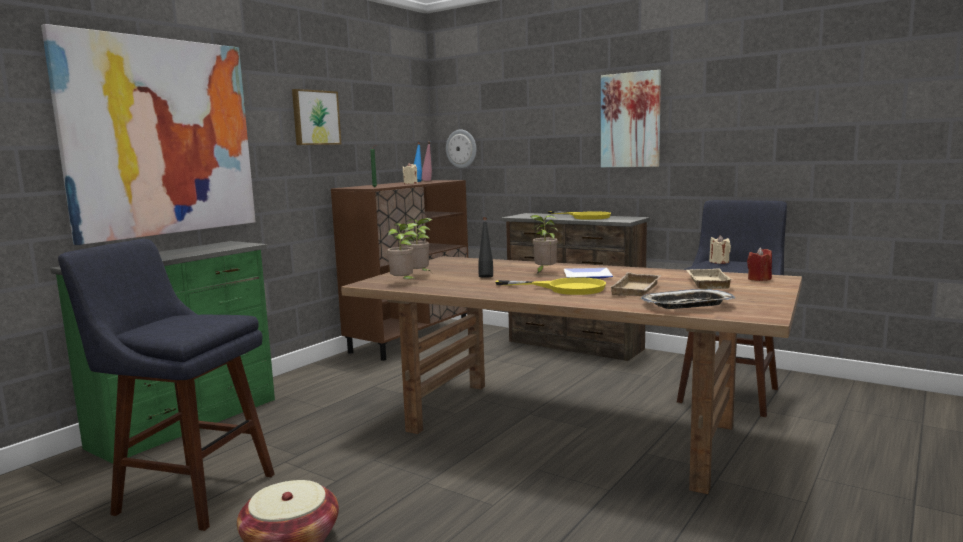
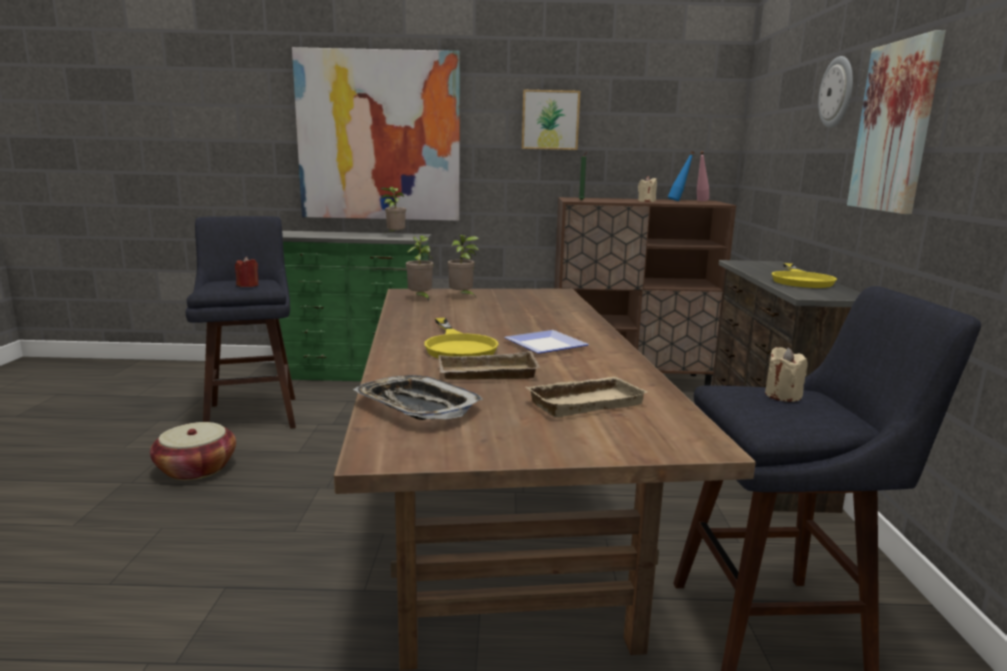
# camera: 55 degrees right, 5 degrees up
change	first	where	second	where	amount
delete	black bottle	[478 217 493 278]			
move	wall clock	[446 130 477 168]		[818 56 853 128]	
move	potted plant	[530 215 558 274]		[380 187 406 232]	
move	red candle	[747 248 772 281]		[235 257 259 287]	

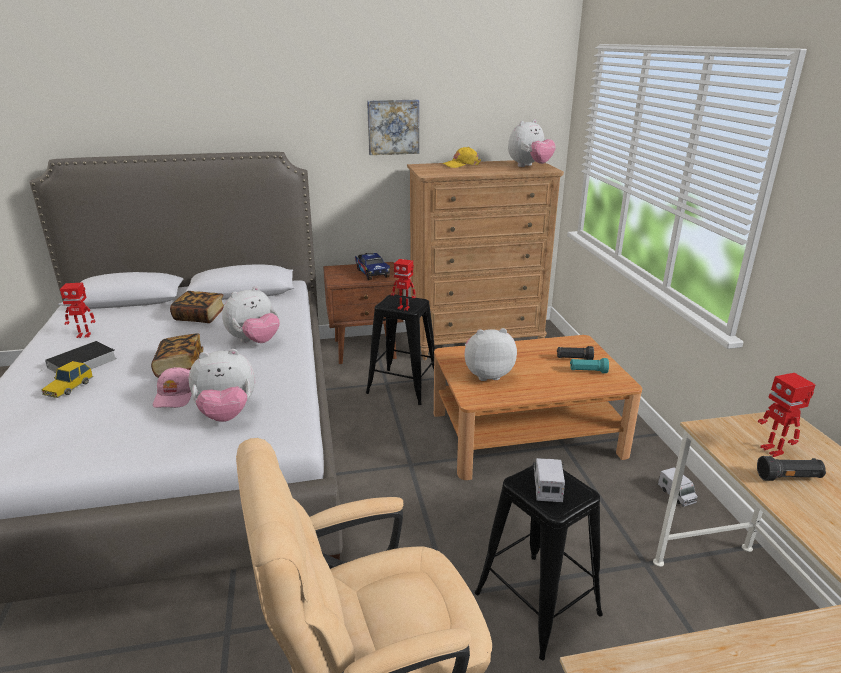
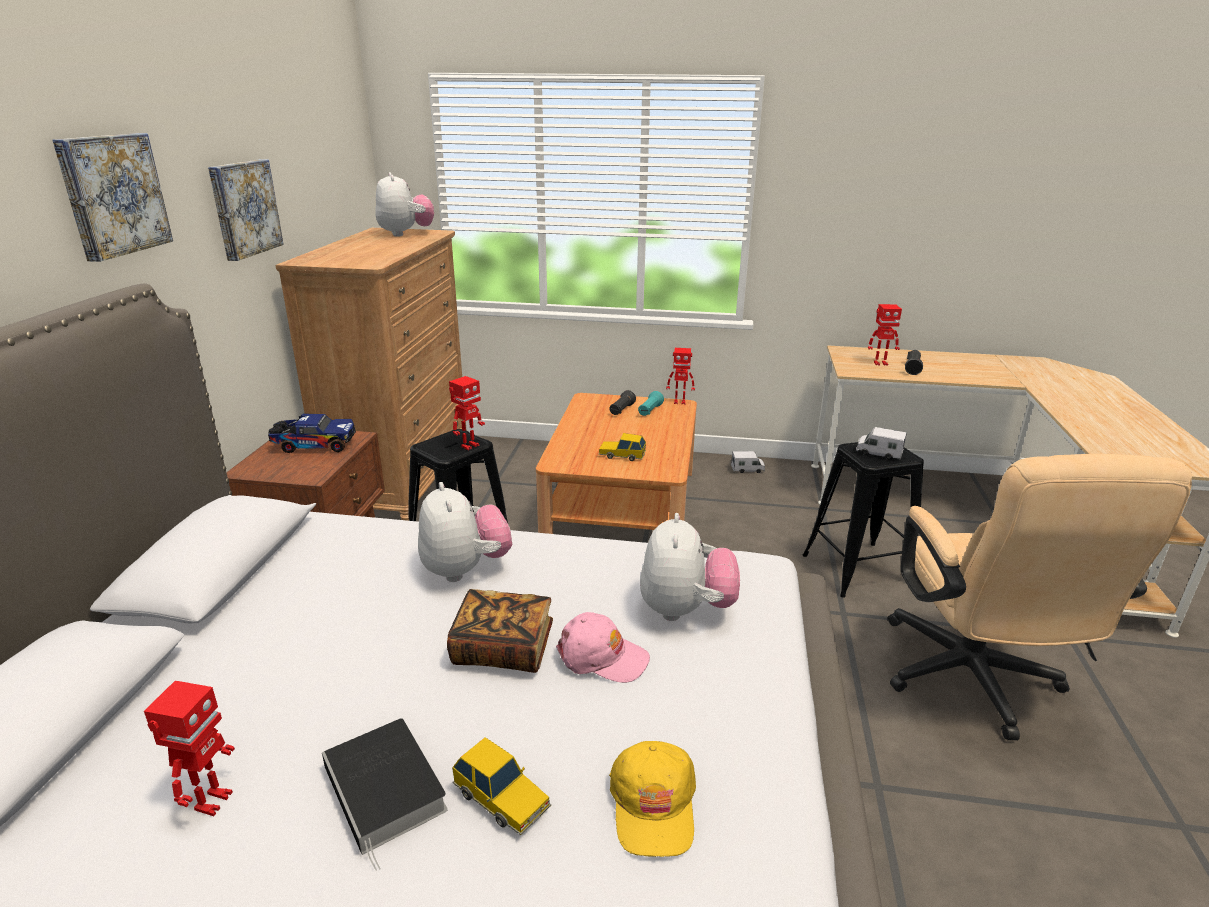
# camera: 70 degrees left, 0 degrees up
change	first	where	second	where	amount
delete	book	[170 291 224 323]			
insert			picture	[52 133 173 262]	
insert			toy robot	[666 348 695 405]	
move	yellow cap	[442 147 481 168]		[609 741 696 857]	
replace	plush toy	[464 328 517 381]	toy car	[599 433 646 461]	

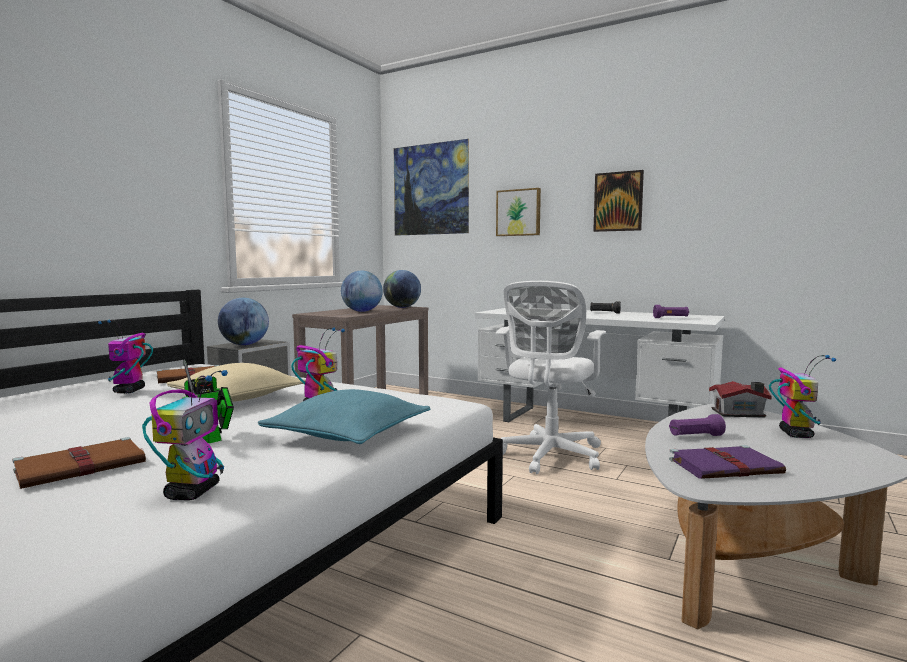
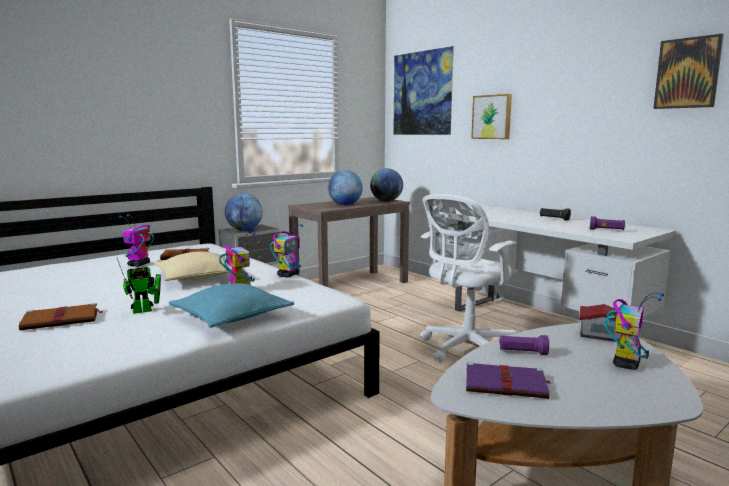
# camera: 20 degrees right, 5 degrees up
change	first	where	second	where	amount
move	toy robot	[142 370 228 500]		[270 224 303 278]	
move	picture	[593 170 644 232]		[653 34 724 109]	

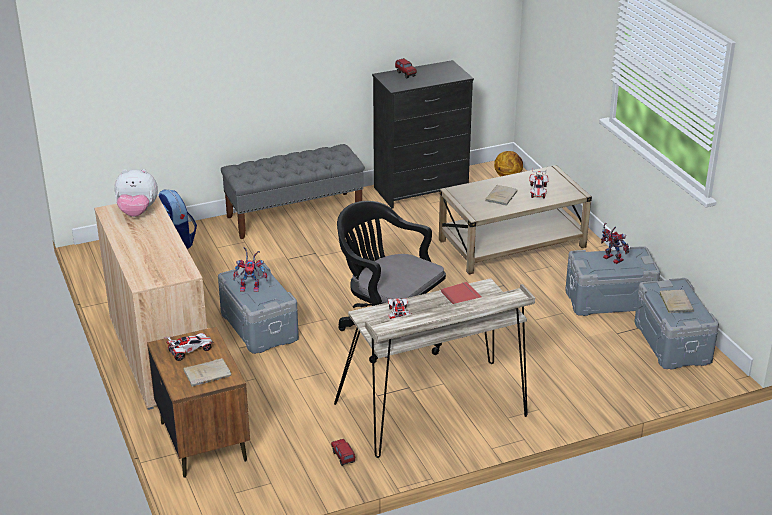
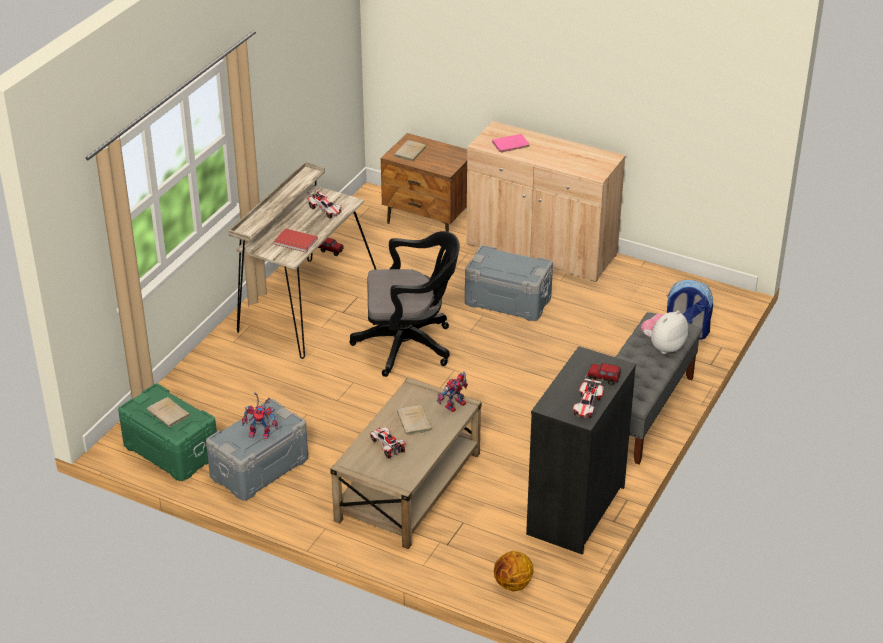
# camera: 140 degrees right, 5 degrees up
change	first	where	second	where	amount
insert			pink book	[492 134 530 153]	
move	plush toy	[115 169 158 217]		[641 310 688 354]	
move	toy car	[163 333 214 361]		[573 374 604 418]	
move	toy robot	[233 247 268 292]		[437 371 468 412]	
recolor	grey storage box	[634 278 719 370]	green storage box	[118 384 217 481]	

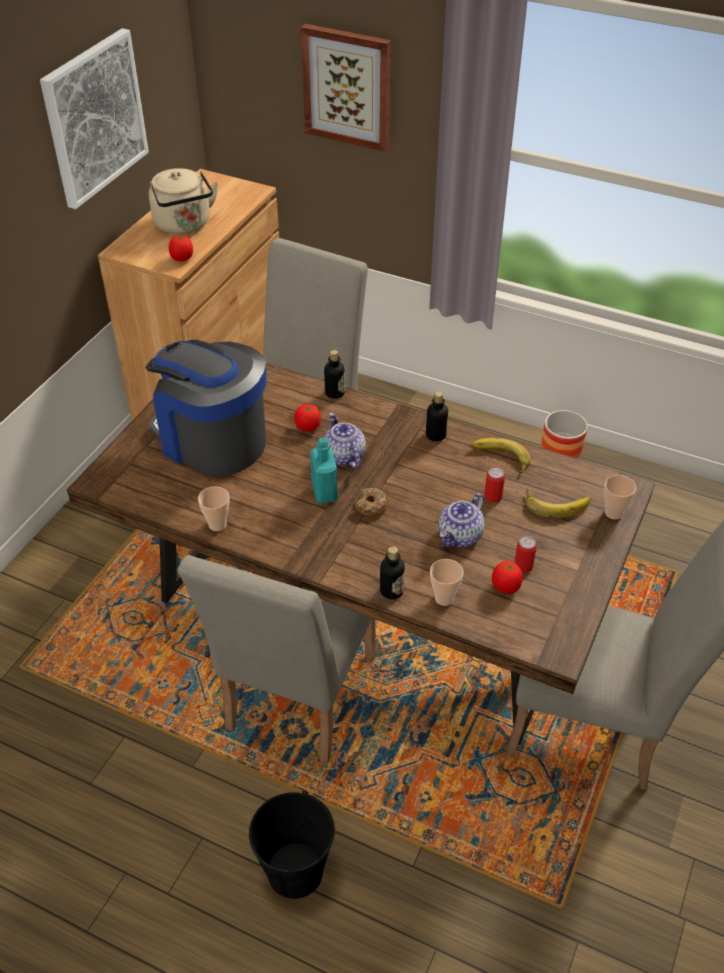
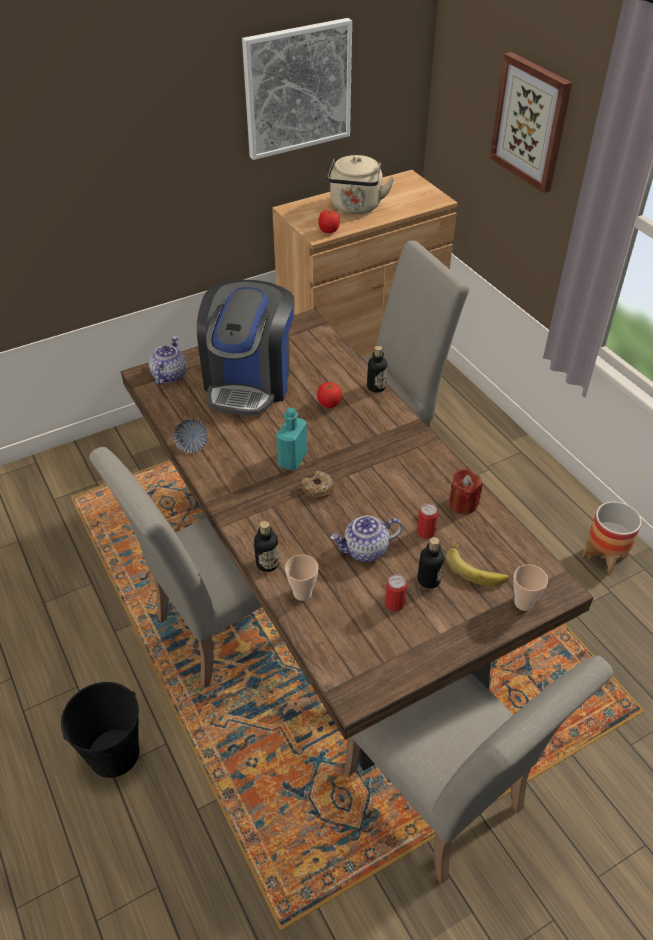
# camera: 35 degrees right, 0 degrees up
change	first	where	second	where	amount
delete	tomato	[492 561 523 594]			
move	teapot	[325 412 366 469]		[149 336 186 385]	
move	bottle	[426 391 448 441]		[418 537 444 589]	
replace	cup	[198 486 230 531]	bowl	[173 419 208 453]	
replace	banana	[471 438 531 474]	red candle	[449 468 482 514]	
rotate	coffee machine	[145 340 267 477]		[197 280 294 416]	150 degrees counterclockwise

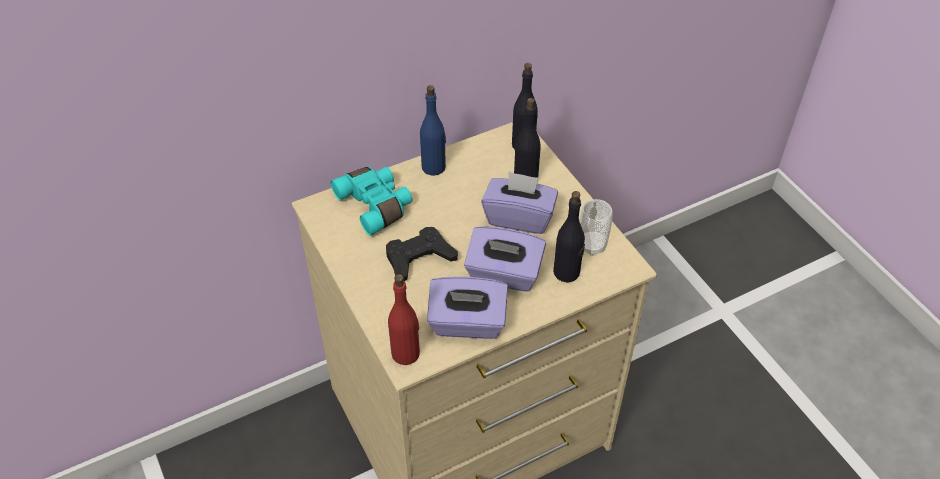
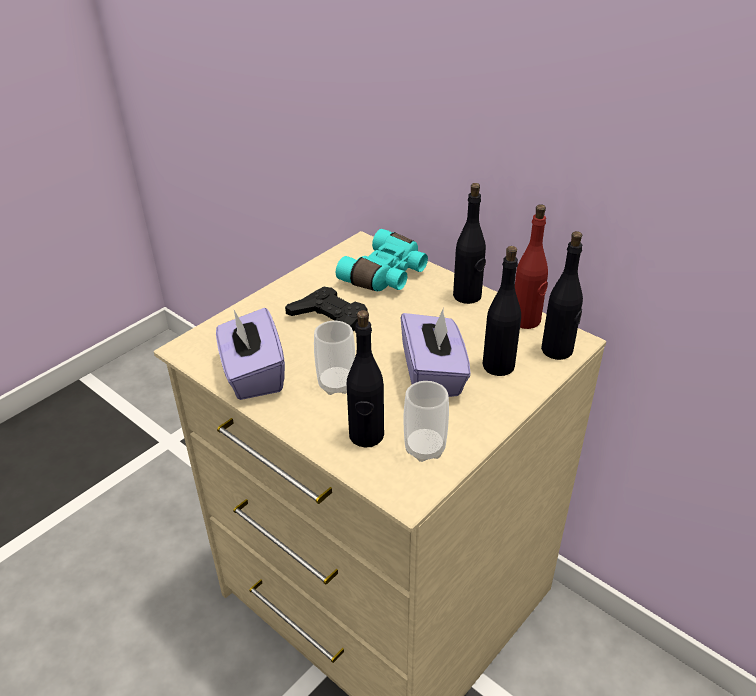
# camera: 70 degrees right, 10 degrees down
change	first	where	second	where	amount
move	red bottle	[388 274 420 365]		[515 204 548 329]	
replace	purple tissue box	[464 227 546 292]	cup	[314 321 355 395]	
recolor	blue bottle	[420 85 446 176]	black bottle	[453 183 486 304]	

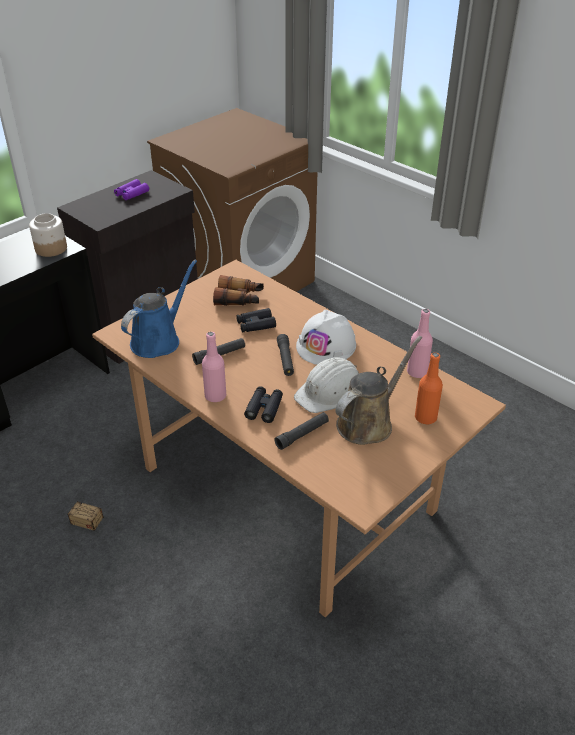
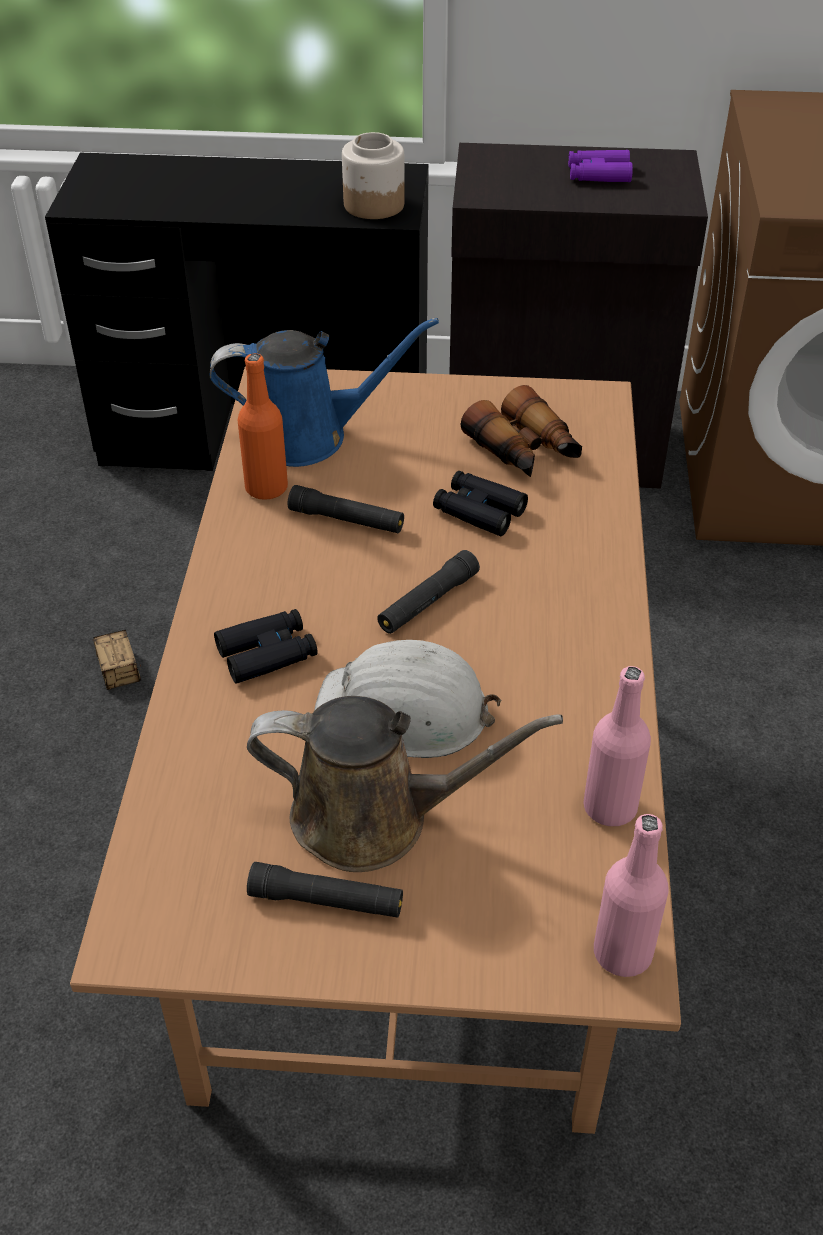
# camera: 50 degrees right, 5 degrees up
change	first	where	second	where	amount
delete	white hard hat	[296 310 356 365]			
move	pink bottle	[202 332 226 402]		[594 814 669 977]	
move	black flashlight	[274 412 329 450]		[247 862 403 918]	
move	orange bottle	[415 353 443 424]		[238 353 288 500]	

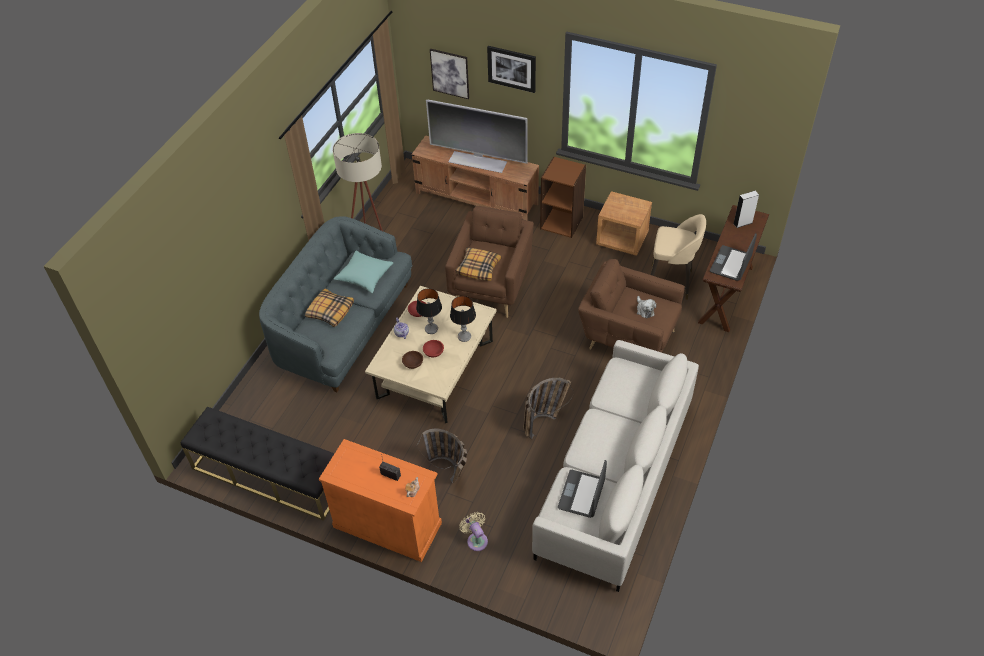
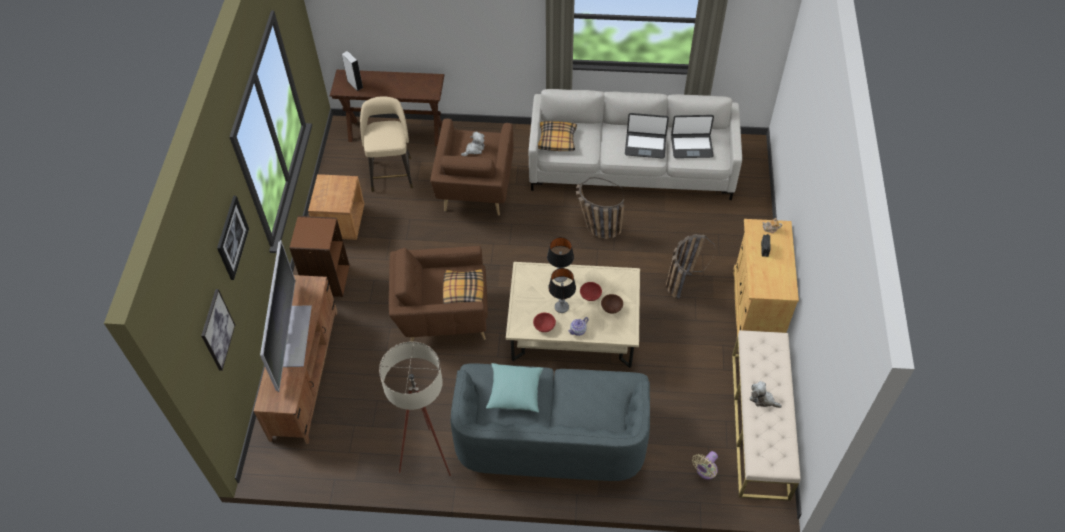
# camera: 110 degrees left, 5 degrees up
change	first	where	second	where	amount
insert			plush toy	[750 381 782 408]	
move	pillow	[305 288 354 327]		[538 121 577 151]	
move	beige fan	[459 512 488 551]		[692 451 718 479]	
move	laptop	[710 233 757 281]		[625 113 669 159]	
recolor	black bench	[180 407 335 521]	beige bench	[732 330 801 501]	
recolor	orange cabinet	[319 439 442 562]	beige cabinet	[733 219 799 336]	

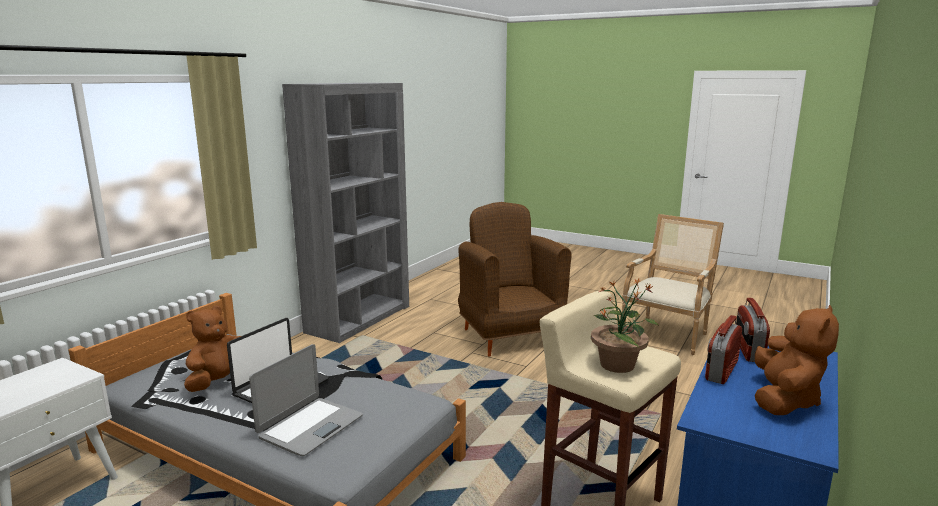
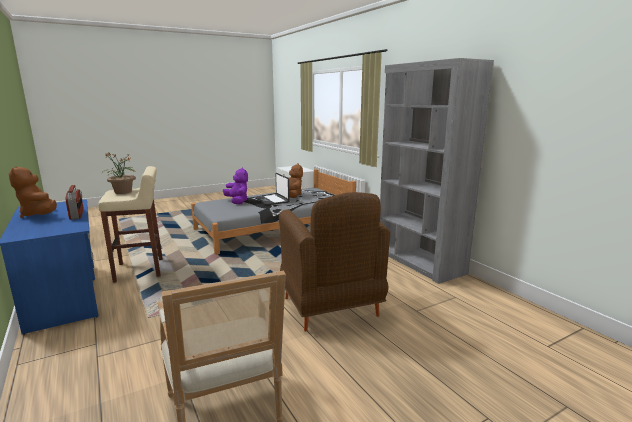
# camera: 120 degrees right, 0 degrees up
change	first	where	second	where	amount
delete	radio	[736 298 770 362]			
replace	laptop	[249 344 363 456]	purple plush toy	[223 167 248 204]	
rotate	brown armchair	[458 202 572 357]		[279 192 390 332]	60 degrees clockwise

